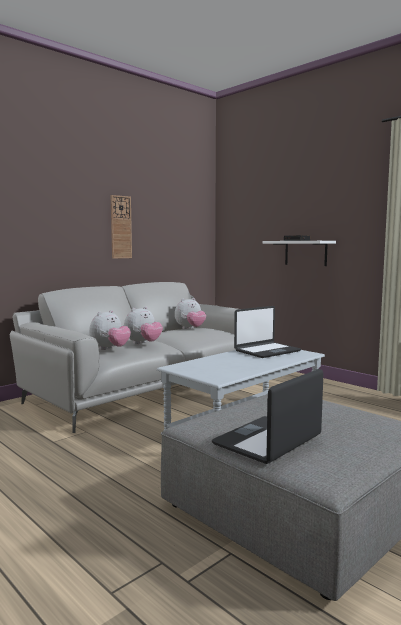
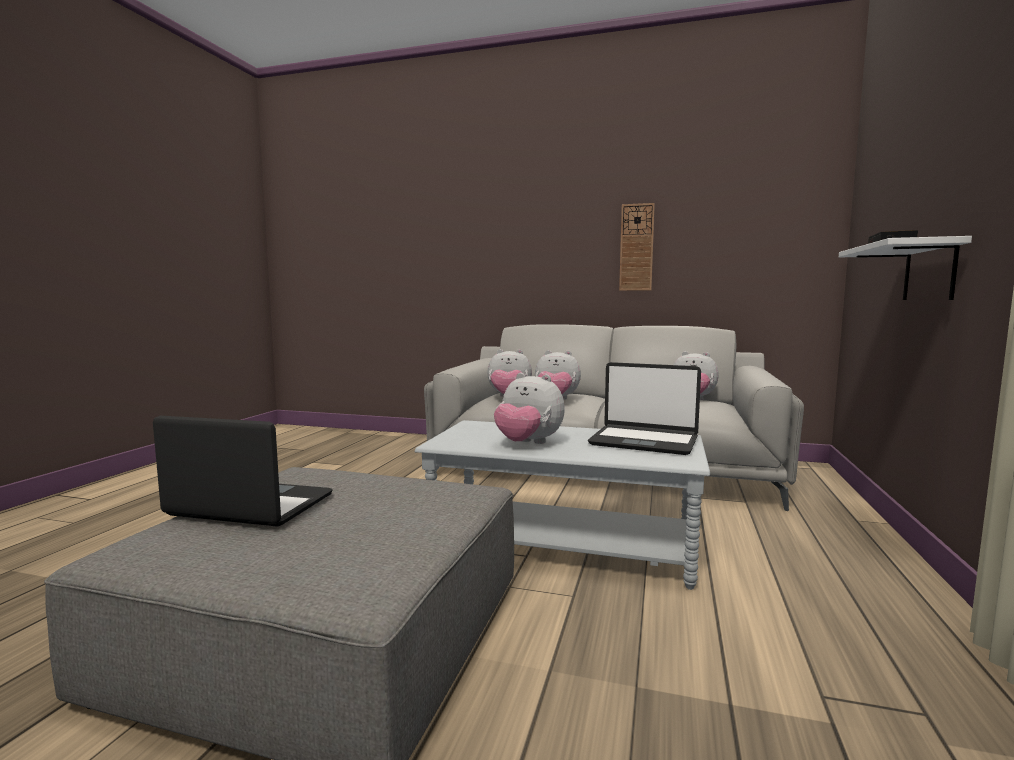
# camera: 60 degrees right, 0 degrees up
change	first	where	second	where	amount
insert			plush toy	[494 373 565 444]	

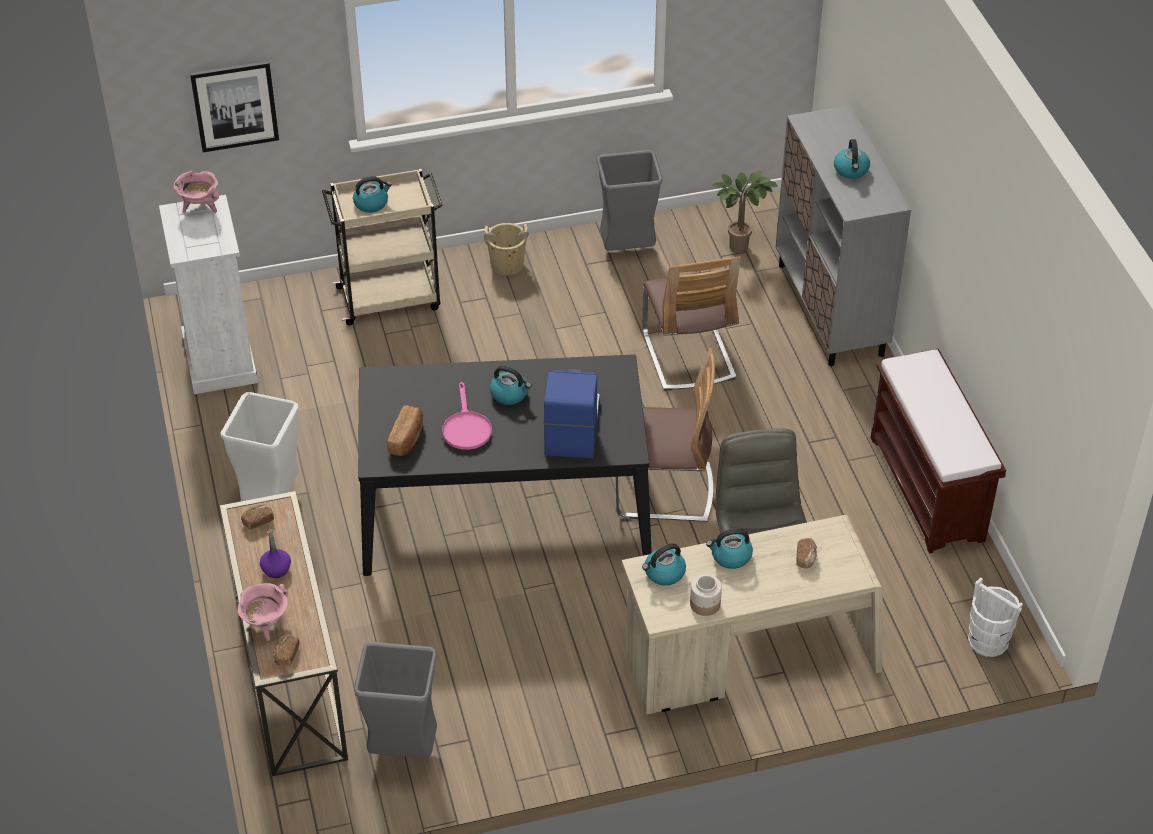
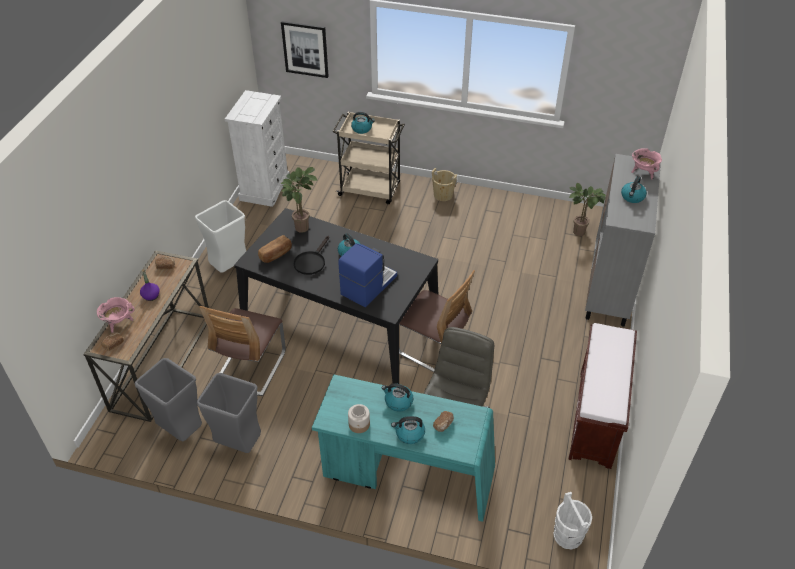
# camera: 30 degrees right, 0 degrees up
change	first	where	second	where	amount
insert			potted plant	[281 167 317 233]	
move	pink cooking pot	[174 171 219 213]		[631 148 662 180]	
move	grey trash can	[597 150 662 251]		[196 373 261 453]	
move	kettle	[642 543 686 586]		[391 416 425 444]	
move	chair	[643 256 741 391]		[199 306 286 396]	
recolor	pink frying pan	[442 382 492 450]	black frying pan	[294 236 329 275]	
recolor	beige desk	[622 515 883 715]	turquoise desk	[312 375 495 522]	

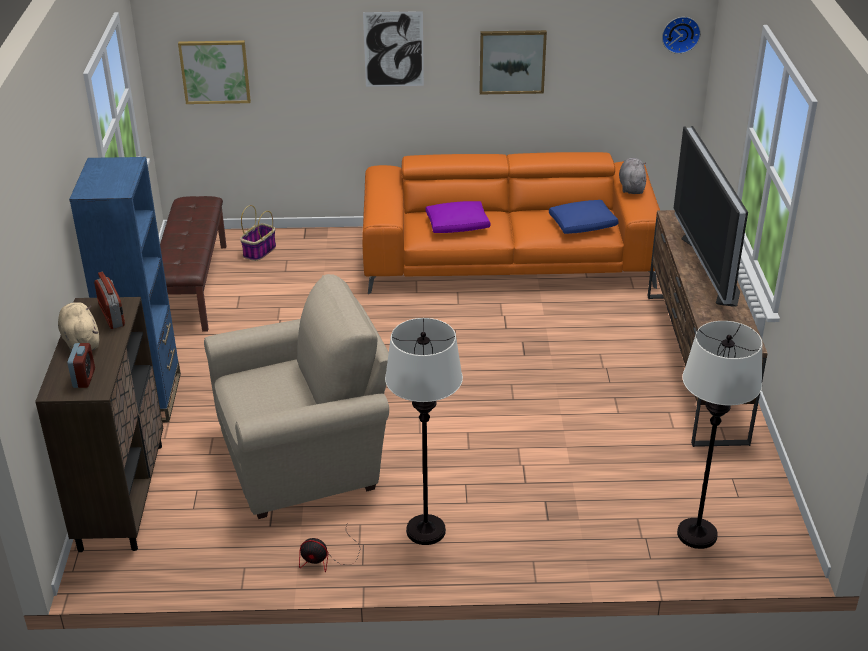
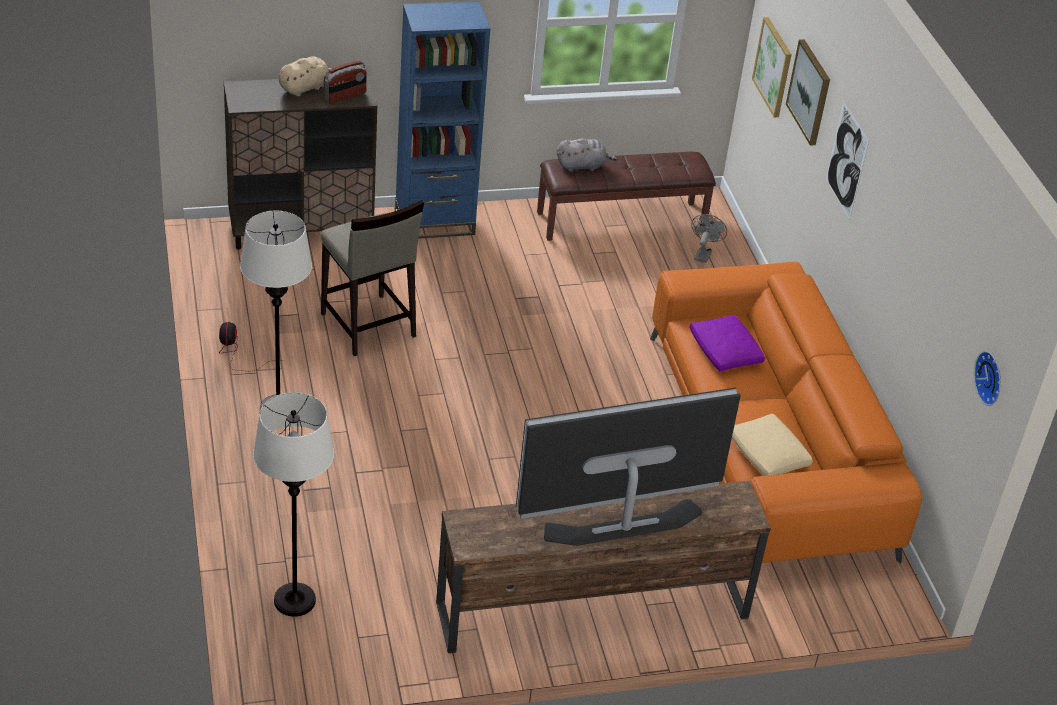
# camera: 75 degrees right, 5 degrees up
change	first	where	second	where	amount
delete	alarm clock	[67 343 95 388]			
move	picture	[479 30 547 95]		[786 39 830 146]	
move	grey plush toy	[619 158 646 194]		[557 138 617 172]	
replace	beige armchair	[204 274 389 519]	beige stool	[321 200 424 356]	
replace	basket	[240 205 276 261]	grey fan	[691 214 727 263]	
recolor	blue pillow	[549 200 619 234]	beige pillow	[732 413 813 476]	

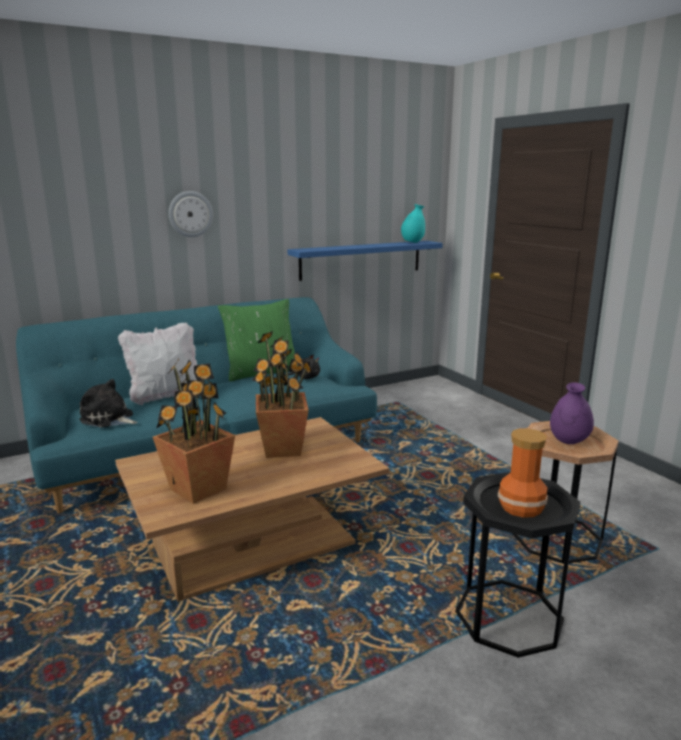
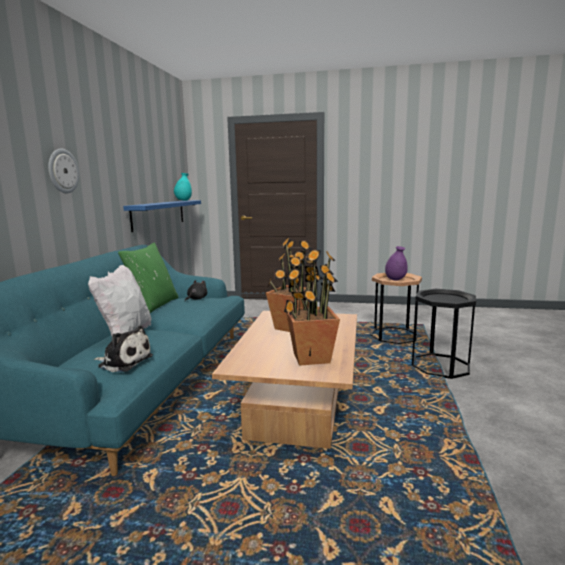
# camera: 50 degrees left, 5 degrees down
change	first	where	second	where	amount
delete	vase	[498 428 548 518]			
rotate	plush toy	[79 379 138 428]		[94 325 153 372]	135 degrees counterclockwise

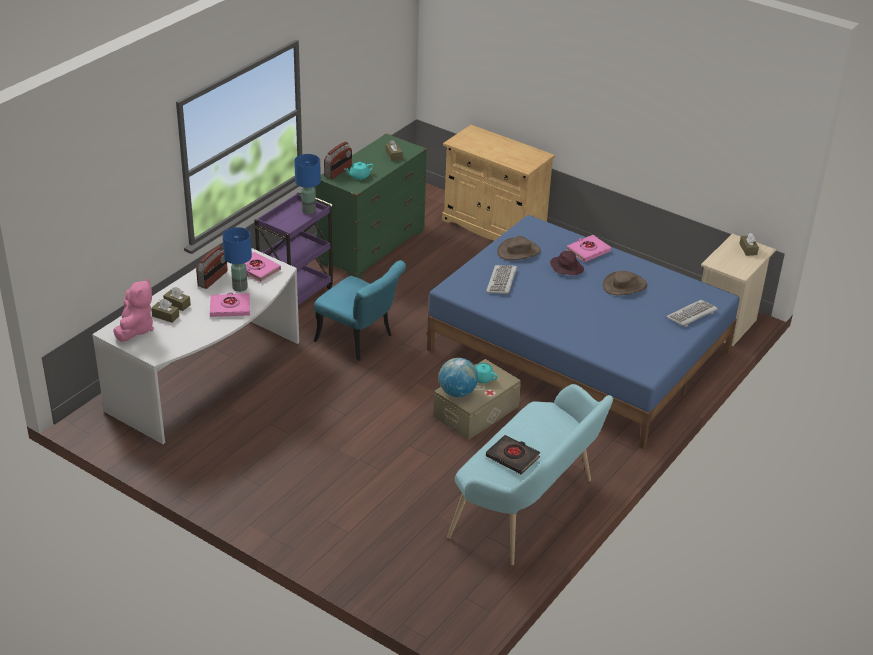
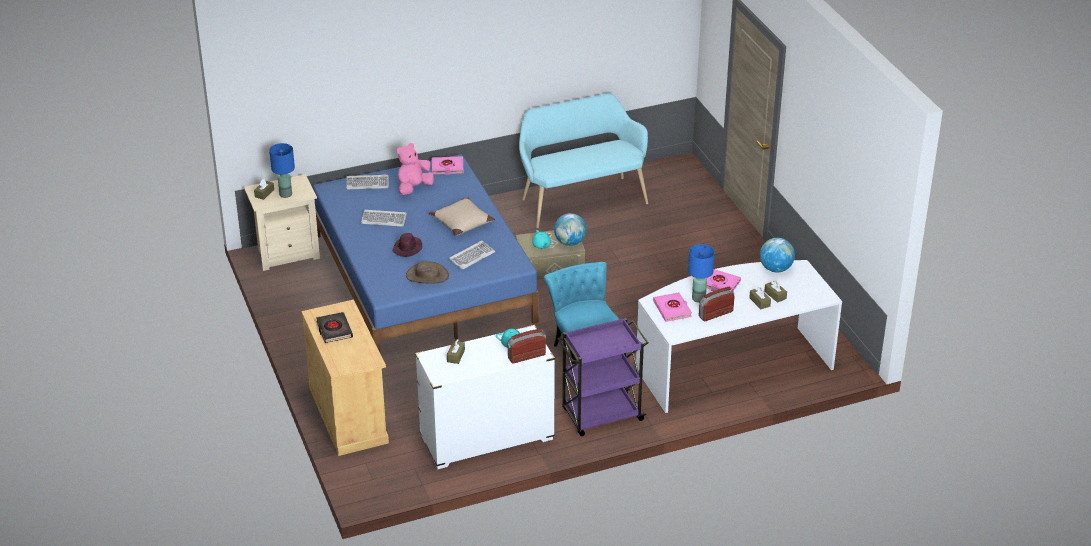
# camera: 145 degrees left, 0 degrees up
change	first	where	second	where	amount
insert			beige pillow	[428 197 495 236]	
insert			globe	[760 238 795 273]	
move	pink plush toy	[113 278 154 342]		[397 143 434 195]	
move	blue table lamp	[294 154 321 214]		[269 143 295 198]	
move	black book	[486 435 540 475]		[316 312 353 343]	
move	pink book	[566 235 611 262]		[432 156 463 175]	
replace	brown hat	[603 271 647 295]	keyboard	[361 210 407 227]	
recolor	green dresser	[316 133 427 278]	white dresser	[415 325 555 469]	

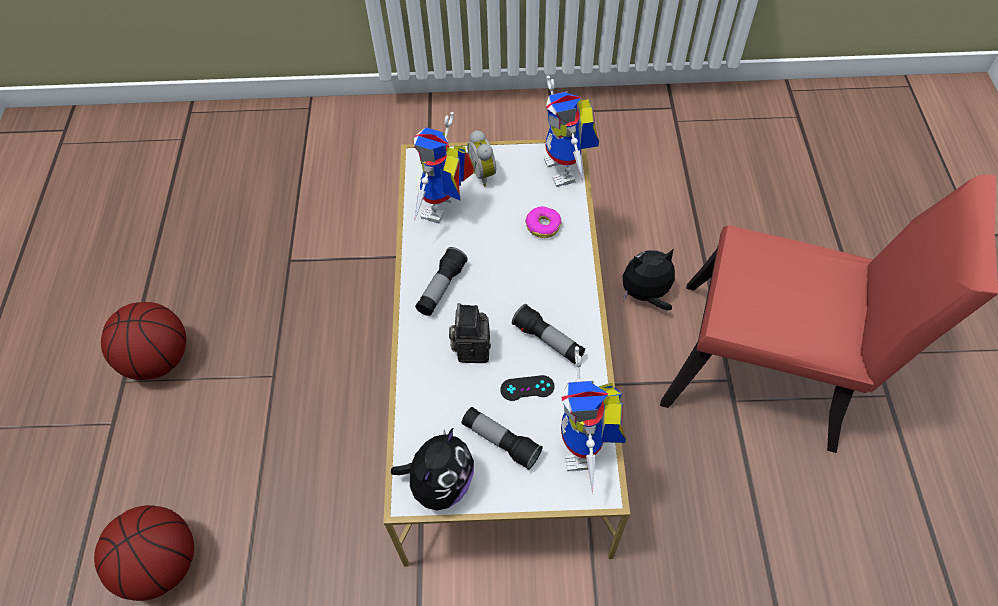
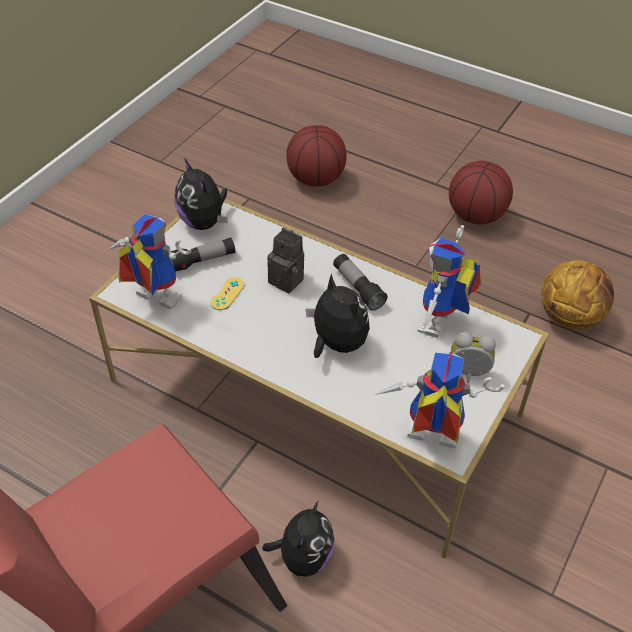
# camera: 120 degrees right, 10 degrees down
change	first	where	second	where	amount
delete	flashlight	[512 304 585 364]			
delete	donut	[525 206 562 238]			
insert			plush toy	[306 273 370 358]	
insert			basketball	[541 260 614 329]	
recolor	black game controller	[500 375 555 401]	yellow game controller	[210 277 245 310]	
rotate	toy robot	[414 112 475 224]		[418 225 481 338]	120 degrees counterclockwise

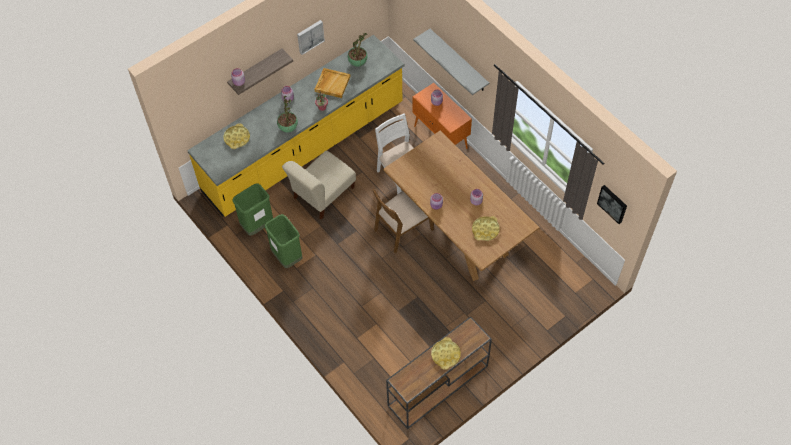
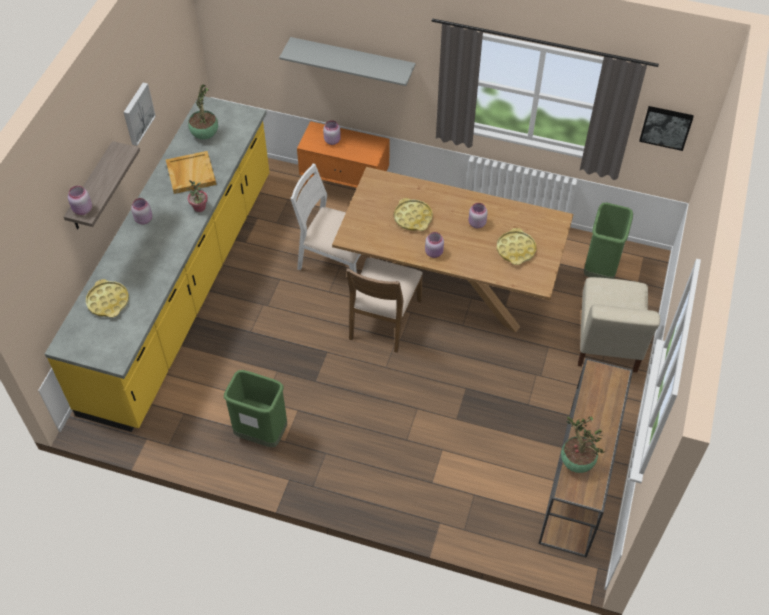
# camera: 35 degrees left, 5 degrees down
change	first	where	second	where	amount
move	green trash can	[232 183 273 236]		[584 203 633 279]	
move	potted plant	[277 96 298 132]		[561 416 604 473]	
move	beige chair	[282 151 356 220]		[578 277 660 372]	
move	yellow tray	[431 337 461 370]		[394 198 433 231]	

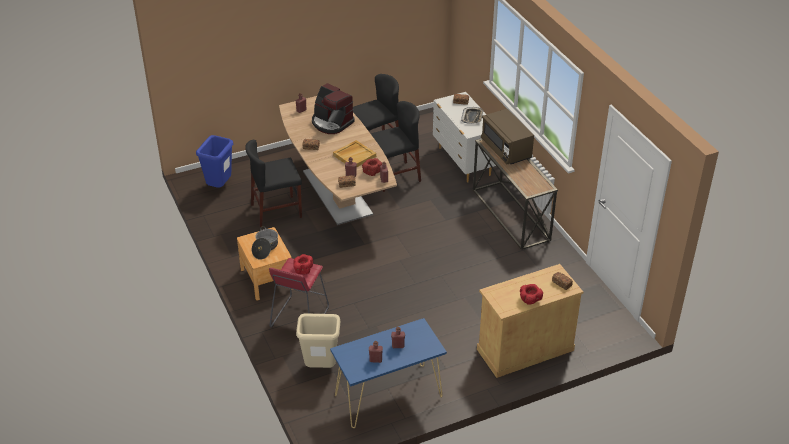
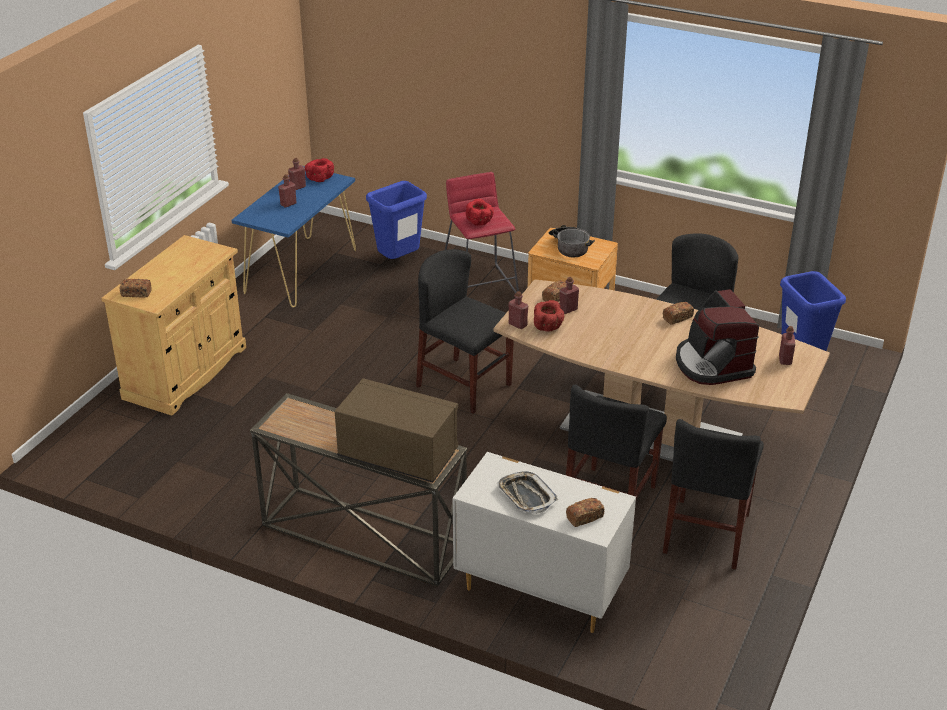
# camera: 140 degrees right, 5 degrees down
change	first	where	second	where	amount
delete	beige tray	[333 140 376 167]			
insert			black chair	[416 249 514 414]	
move	red bowl	[520 284 543 305]		[305 158 334 182]	
recolor	beige trash can	[296 314 340 368]	blue trash can	[366 181 427 259]	
rotate	coffee machine	[312 83 355 134]		[676 289 759 385]	105 degrees counterclockwise

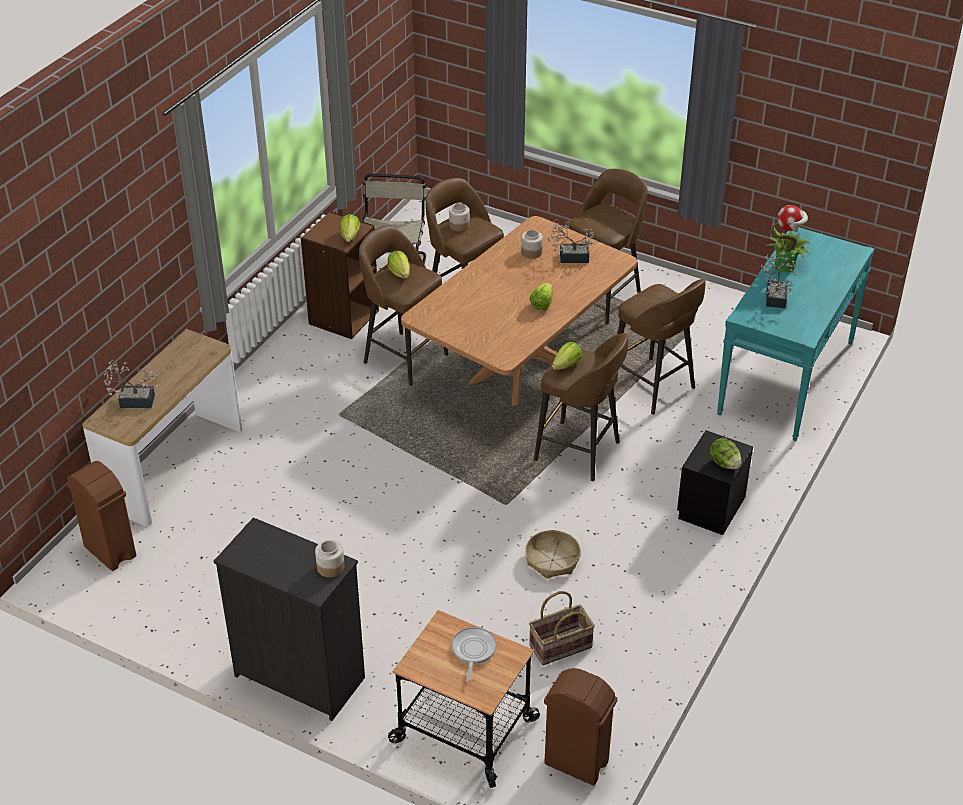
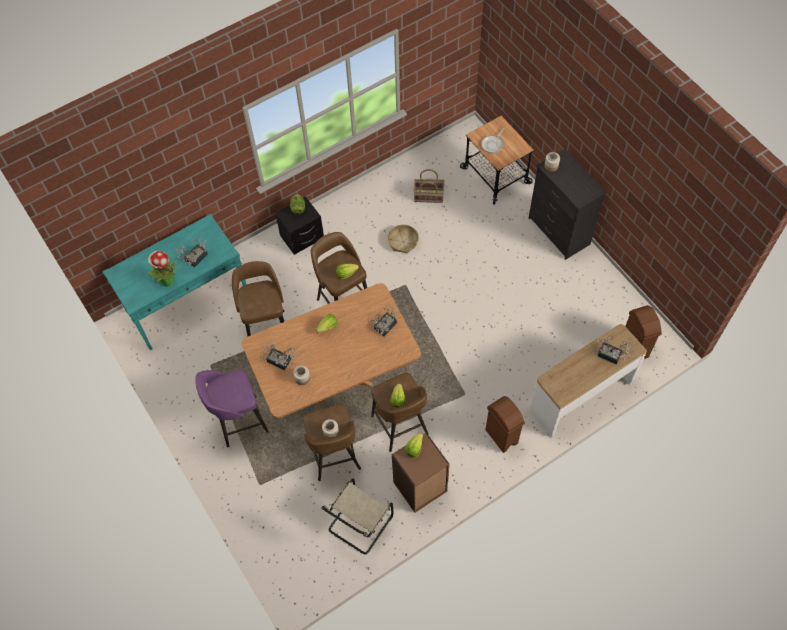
# camera: 150 degrees left, 20 degrees up
change	first	where	second	where	amount
insert			potted plant	[368 305 397 336]	
move	brown trash can	[544 668 617 785]		[485 396 525 453]	
recolor	brown stool	[569 169 648 324]	purple stool	[195 369 269 448]	

